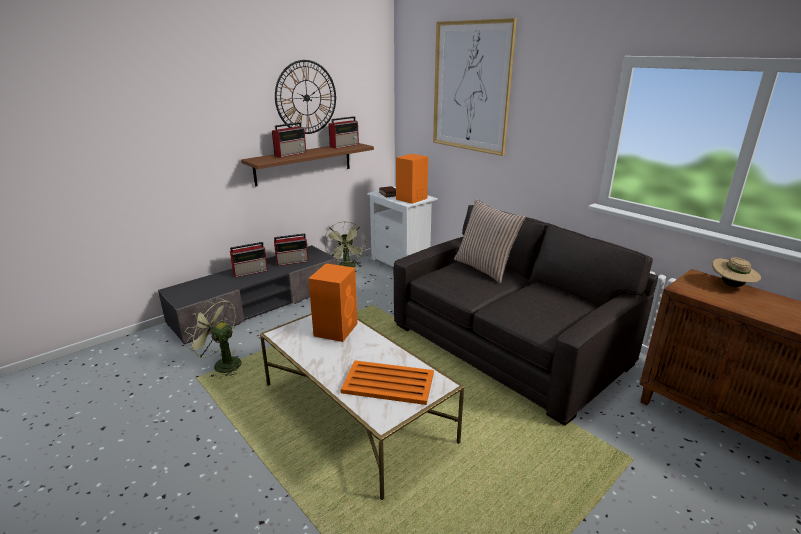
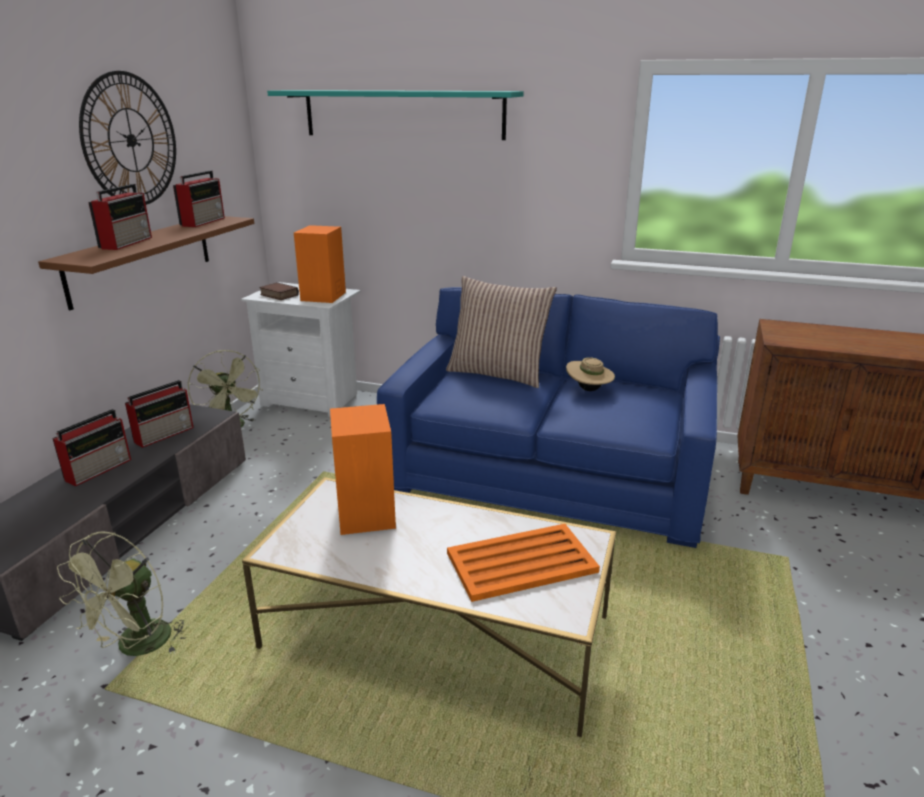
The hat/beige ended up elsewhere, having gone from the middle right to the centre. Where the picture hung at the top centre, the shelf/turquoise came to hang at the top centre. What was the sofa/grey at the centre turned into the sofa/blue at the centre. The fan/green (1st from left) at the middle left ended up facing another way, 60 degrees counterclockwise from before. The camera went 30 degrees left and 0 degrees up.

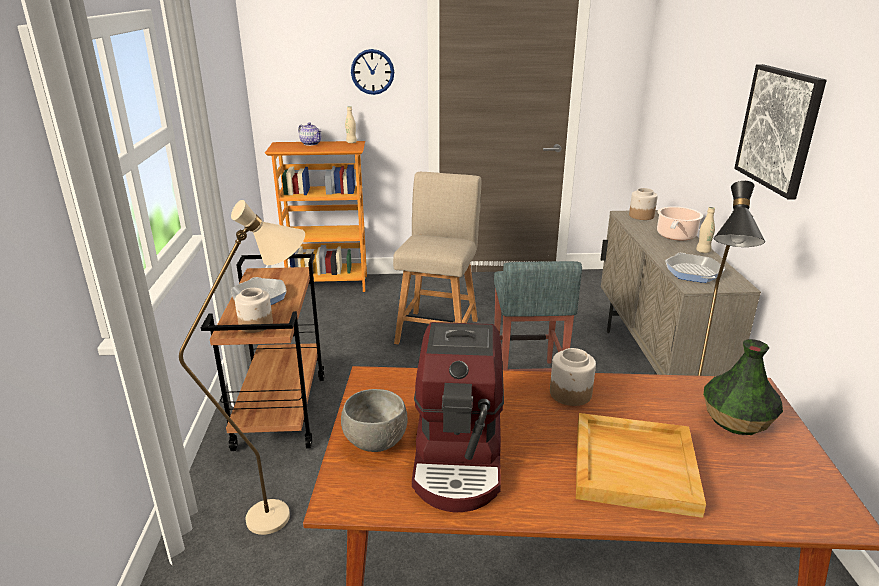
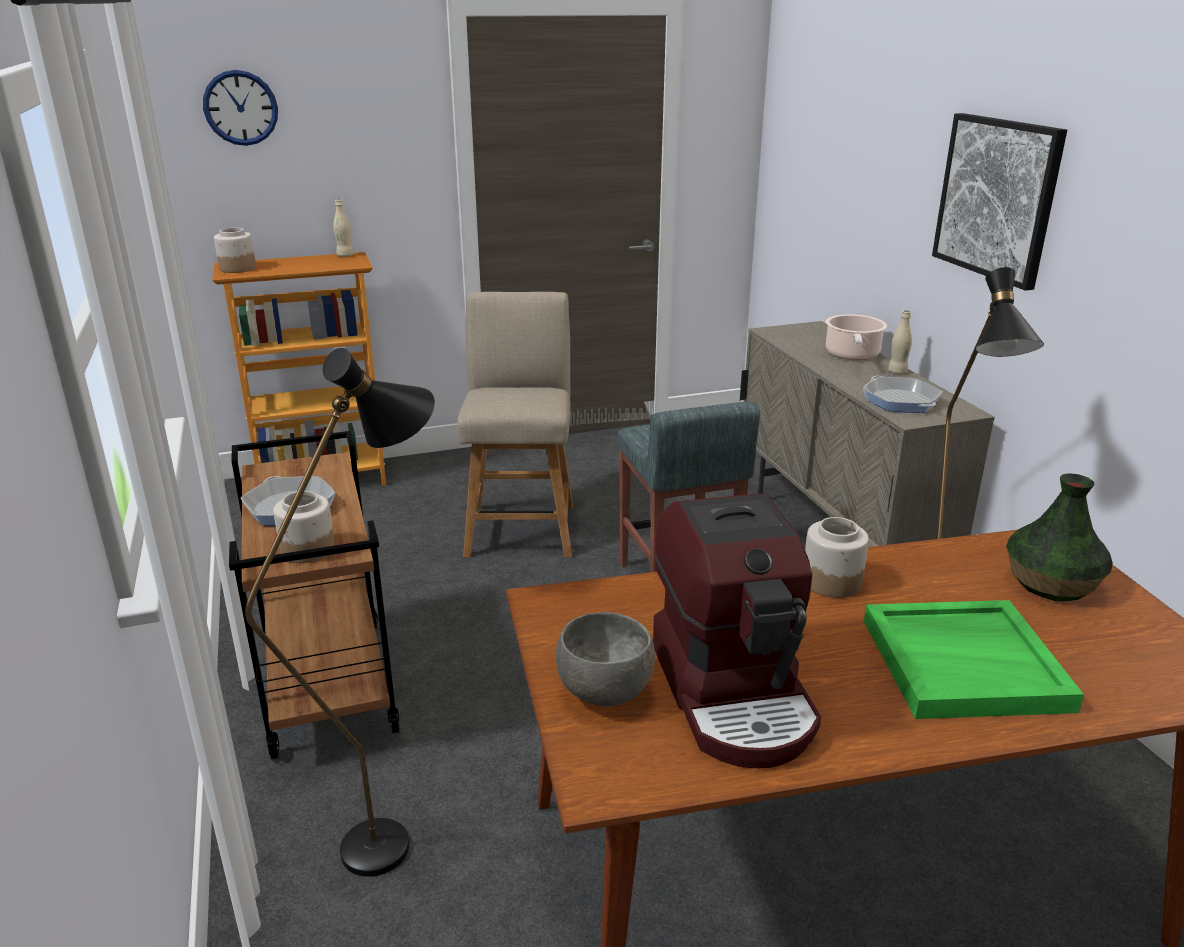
The second view lost the teapot at the top centre. The wall clock ended up elsewhere, having gone from the top centre to the top left. The jar (3rd from left in the first image) ended up elsewhere, having gone from the middle right to the top left. What was the floor lamp/beige at the middle left turned into the floor lamp/black (1st from left) at the middle left. What was the tray/beige at the bottom right turned into the tray/green at the bottom right. The camera went 15 degrees left and 0 degrees up.

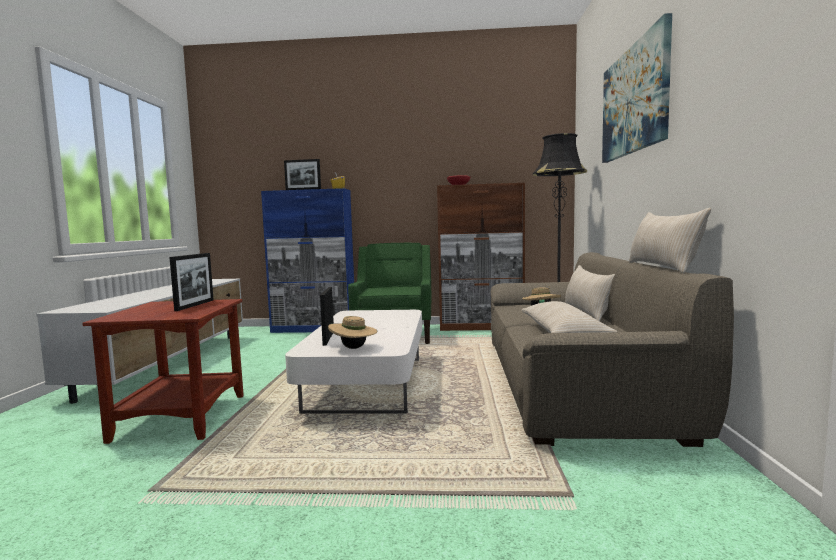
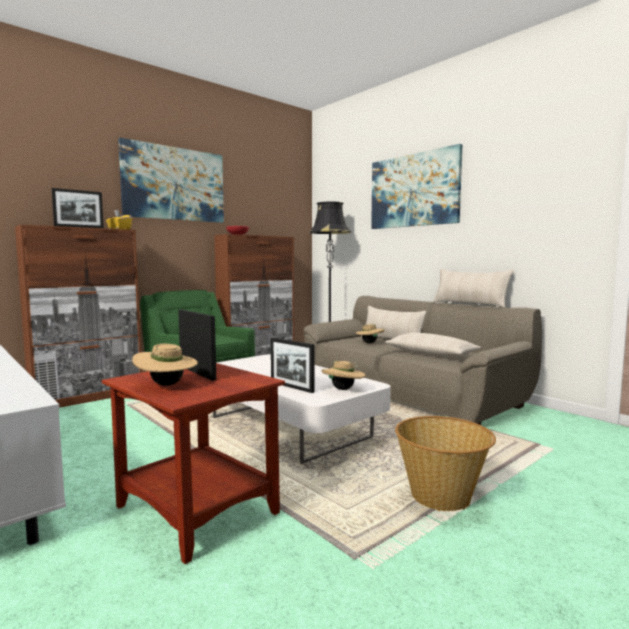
The second view gained the picture (1st from left) at the top left. The second view gained the hat/beige (1st from left) at the middle left. The second view gained the basket at the bottom right. What was the cabinet/blue at the centre turned into the cabinet/brown (1st from left) at the middle left. The camera went 45 degrees left and 0 degrees up.

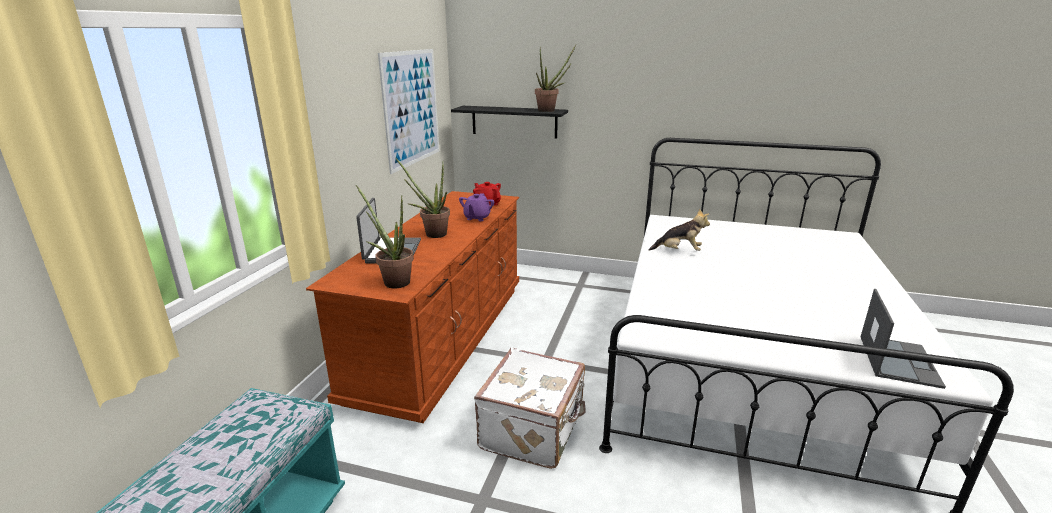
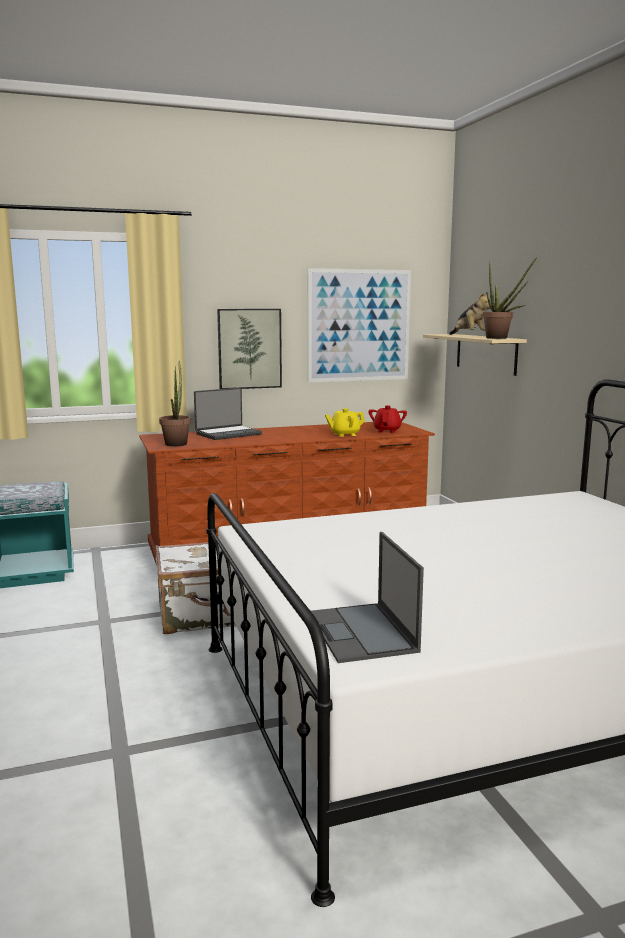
The second view lost the potted plant (2nd from left) at the centre. The second view gained the picture (1st from left) at the centre. The plush toy ended up elsewhere, having gone from the centre to the middle right. What was the shelf/black at the top centre turned into the shelf/beige at the middle right. What was the teapot/purple at the centre turned into the teapot/yellow at the centre. The laptop (2nd from left) at the middle right ended up facing another way, 90 degrees clockwise from before. The camera went 55 degrees right and 10 degrees down.

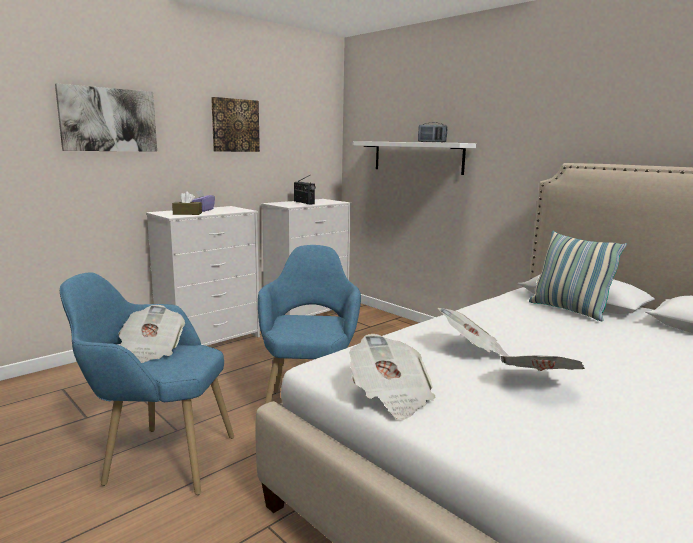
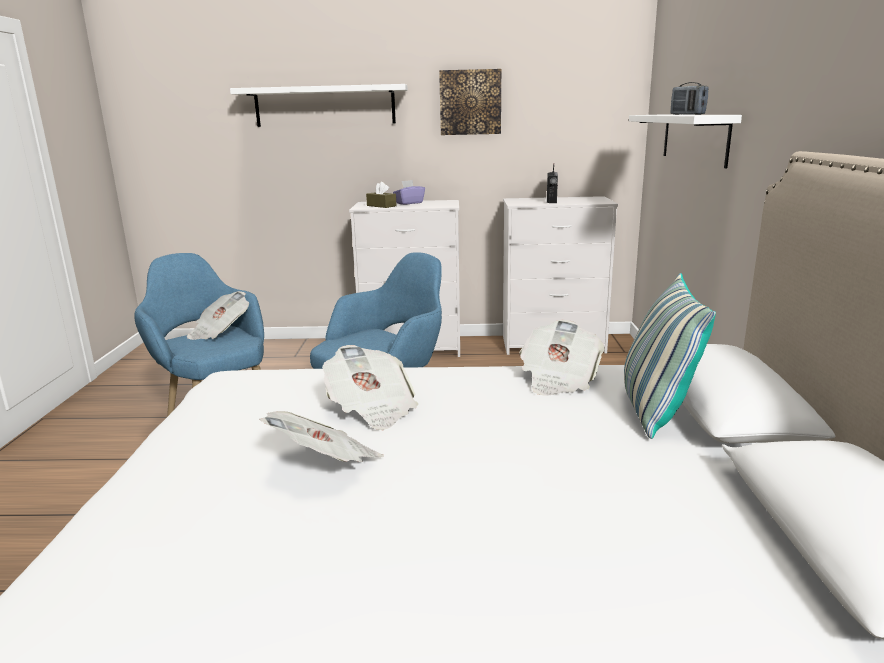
The newspaper (2nd from left in the first image) ended up elsewhere, having gone from the bottom centre to the centre. Where the picture (1st from left) hung at the top left, the shelf/white (1st from left) came to hang at the top centre. The camera went 45 degrees right and 5 degrees up.

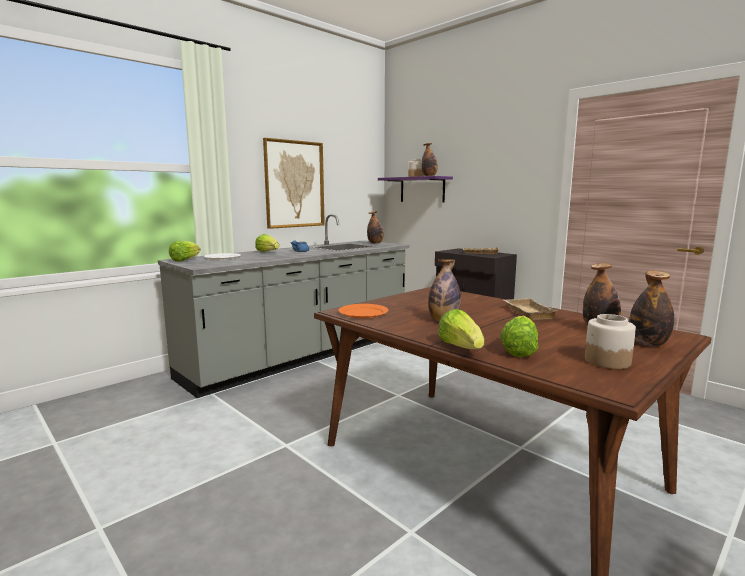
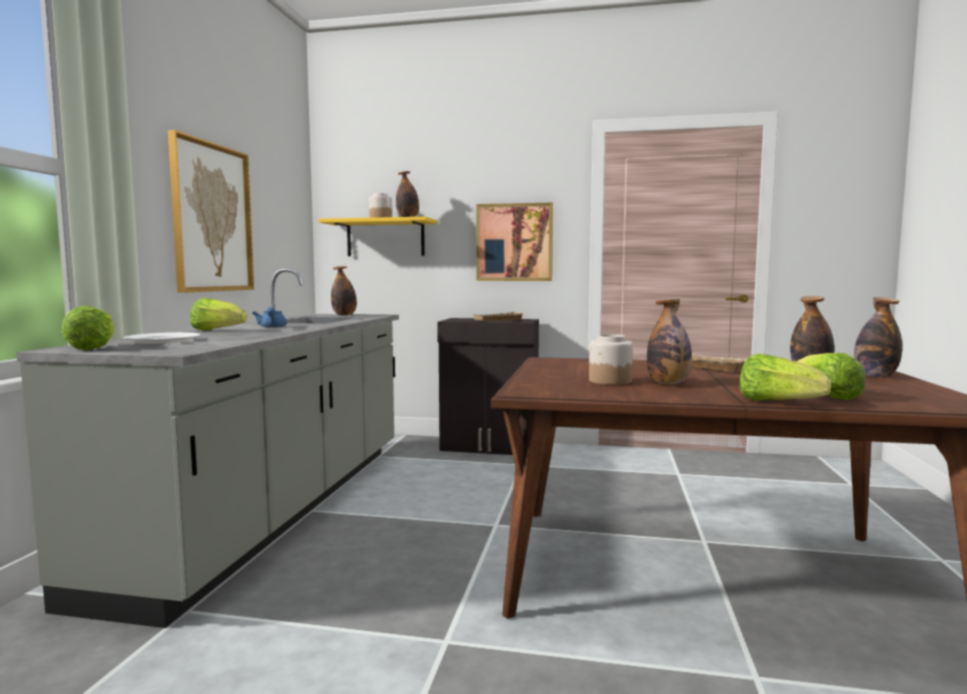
The second view lost the plate/orange at the centre. The second view gained the picture (2nd from left) at the centre. The jar (2nd from left) ended up elsewhere, having gone from the middle right to the centre. What was the shelf/purple at the top centre turned into the shelf/yellow at the centre. The camera went 35 degrees left and 5 degrees down.

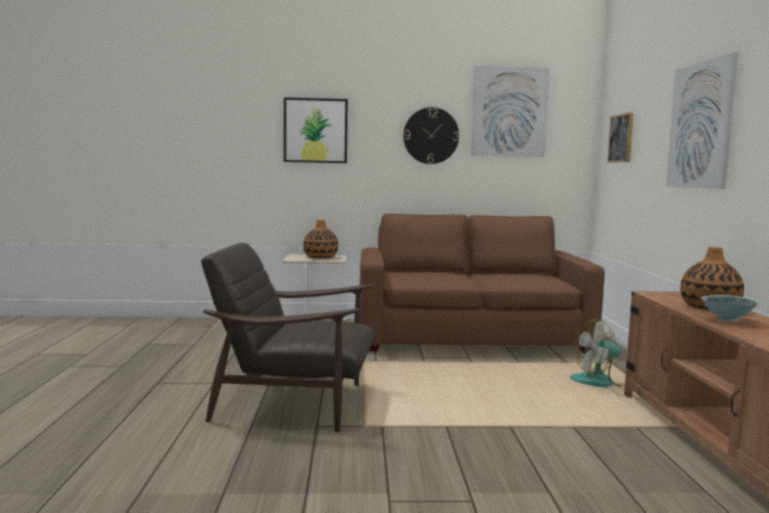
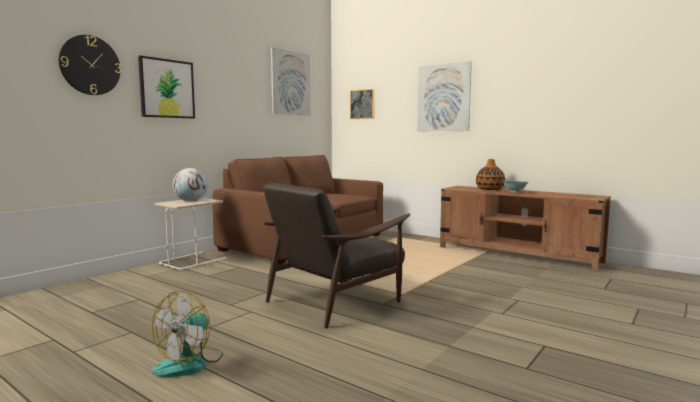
The wall clock ended up elsewhere, having gone from the top centre to the top left. The fan ended up elsewhere, having gone from the bottom right to the bottom left. Where the vase (1st from left) stood at the centre, the globe came to stand at the middle left. The camera went 50 degrees left and 0 degrees up.

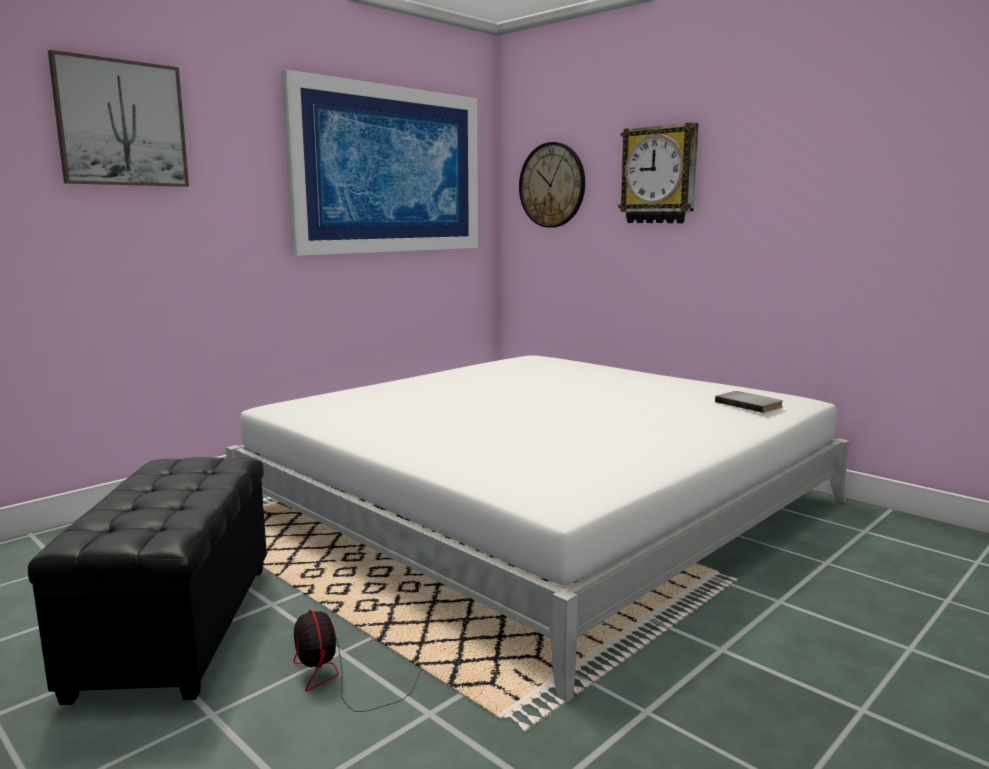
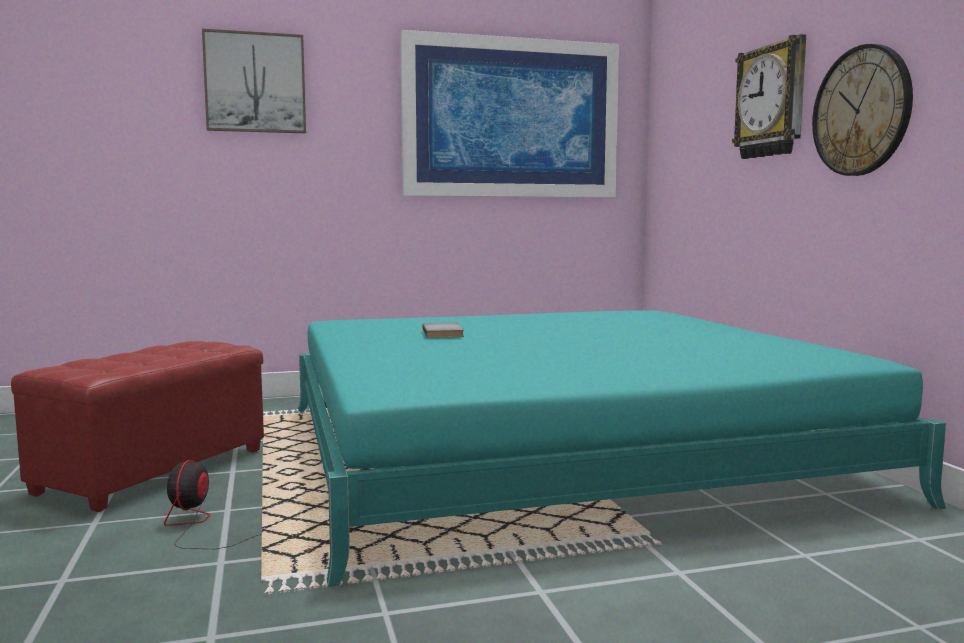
The wall clock (1st from left in the first image) ended up elsewhere, having gone from the top centre to the top right. The book/grey ended up elsewhere, having gone from the middle right to the centre. What was the ottoman/black at the bottom left turned into the ottoman/red at the middle left. What was the bed/white at the bottom centre turned into the bed/turquoise at the bottom centre. The camera went 30 degrees right and 5 degrees down.

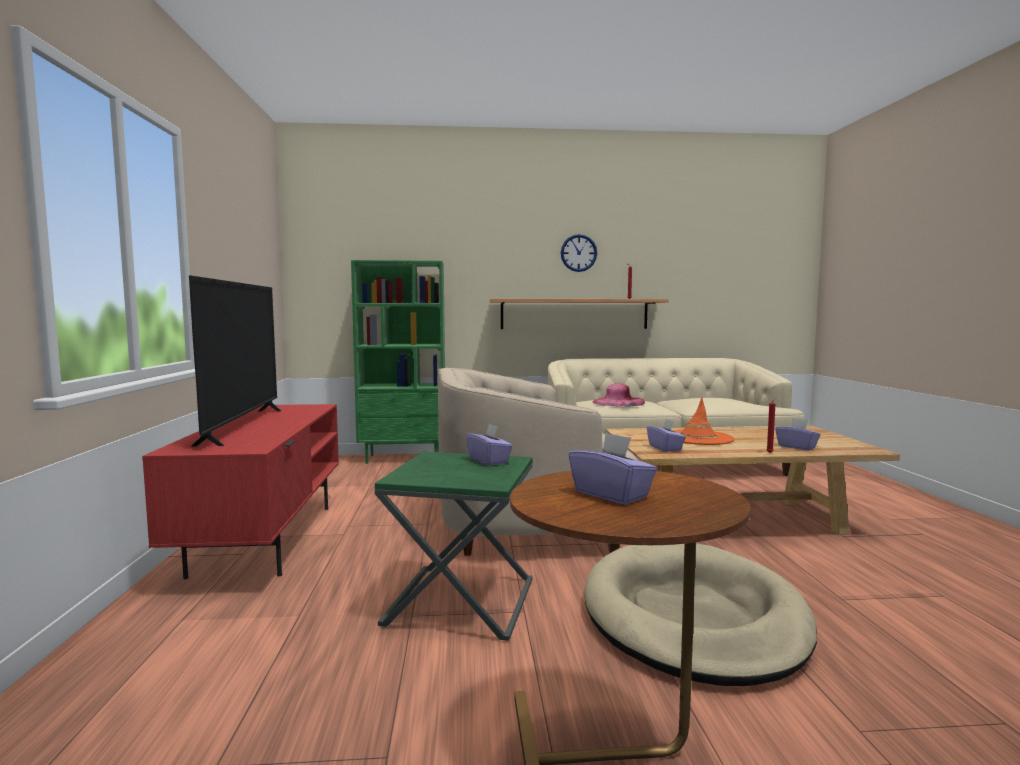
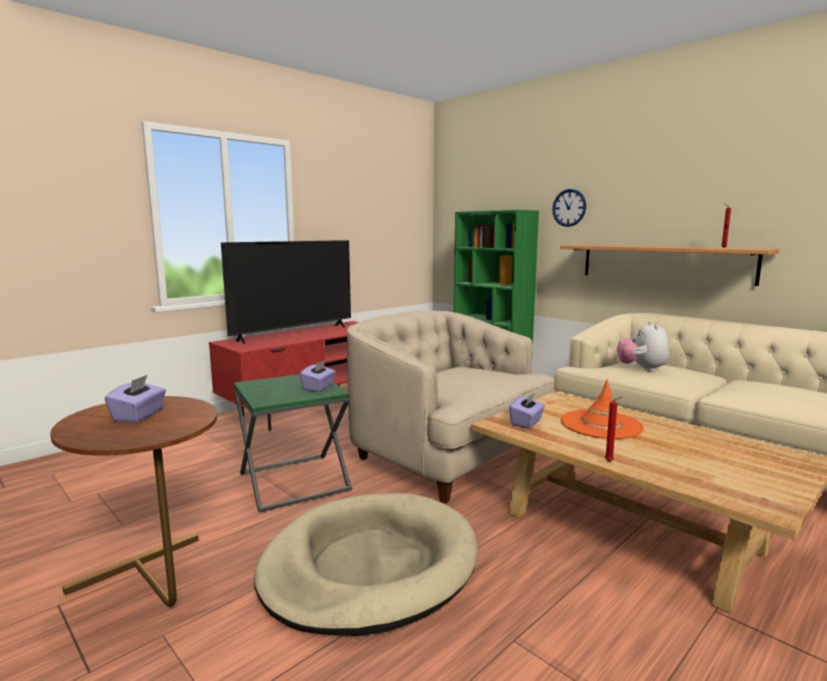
The second view lost the tissue box/purple (4th from left) at the middle right. The wall clock ended up elsewhere, having gone from the top centre to the top right. Where the hat/pink stood at the centre, the plush toy came to stand at the middle right. The camera went 50 degrees right and 5 degrees up.

